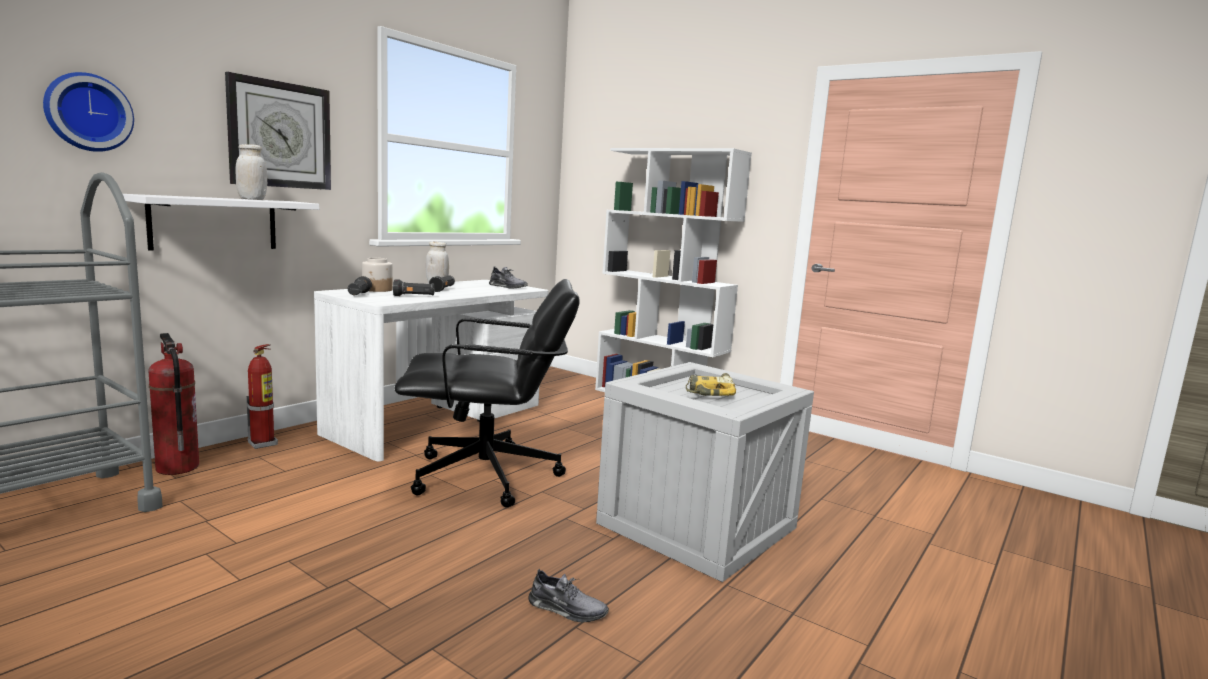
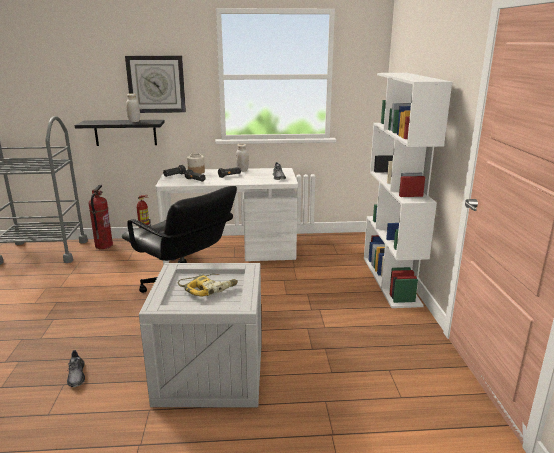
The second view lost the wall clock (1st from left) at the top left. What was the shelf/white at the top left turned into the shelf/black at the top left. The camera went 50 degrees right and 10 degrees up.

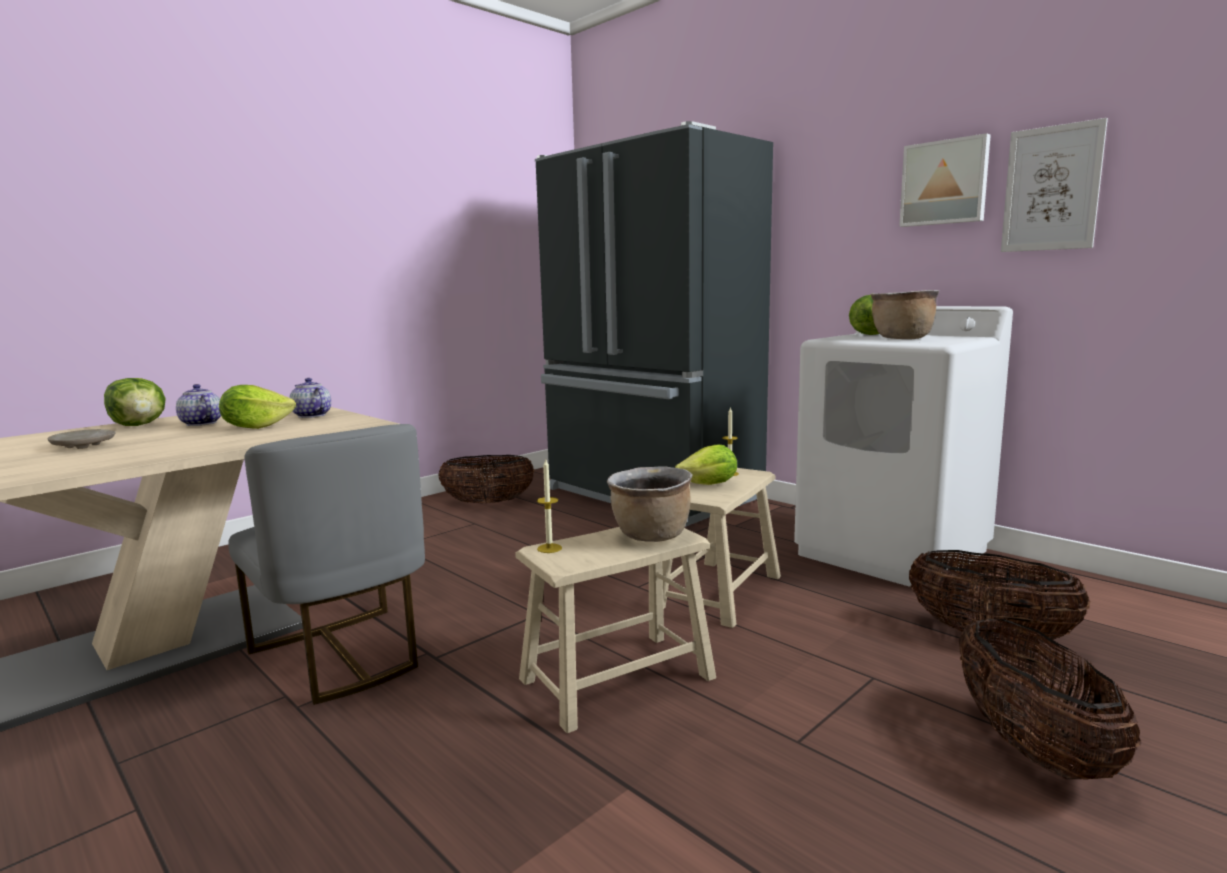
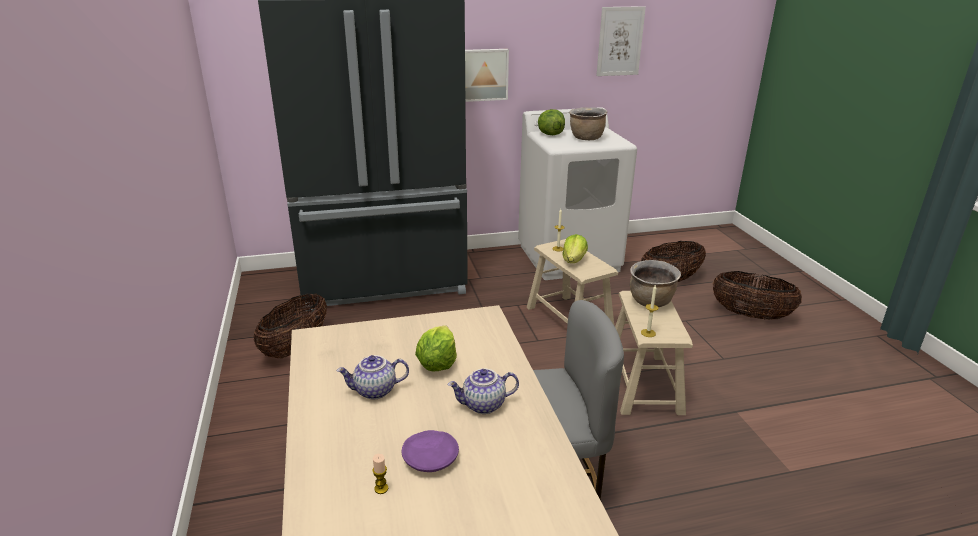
The second view lost the lettuce (1st from left) at the middle left. The second view gained the candle (1st from left) at the bottom centre. The teapot (2nd from left) ended up elsewhere, having gone from the middle left to the bottom centre. The picture (1st from left) ended up elsewhere, having gone from the top right to the top centre. What was the plate/beige at the middle left turned into the plate/purple at the bottom centre. The camera went 60 degrees left and 15 degrees up.

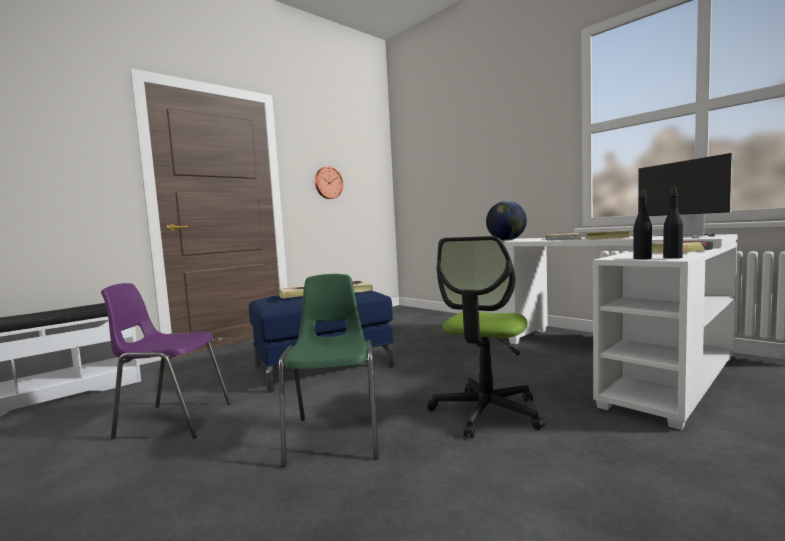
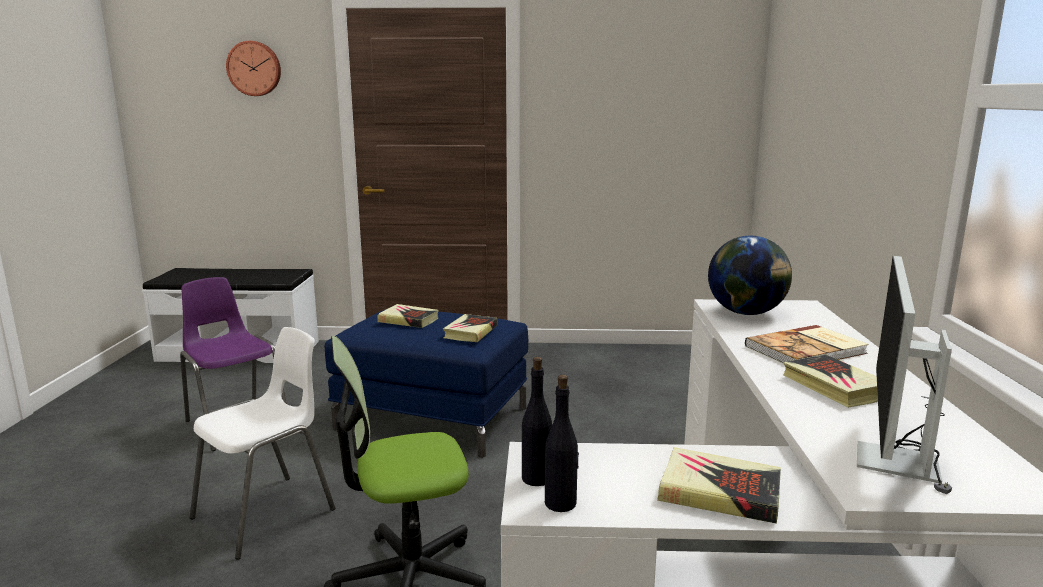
The wall clock ended up elsewhere, having gone from the centre to the top left. What was the chair/green at the bottom centre turned into the chair/white at the bottom left. The camera went 45 degrees right and 10 degrees up.

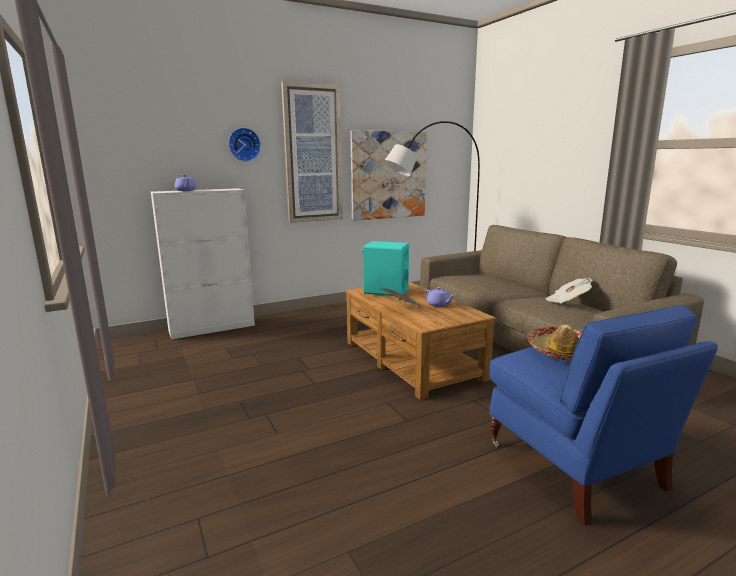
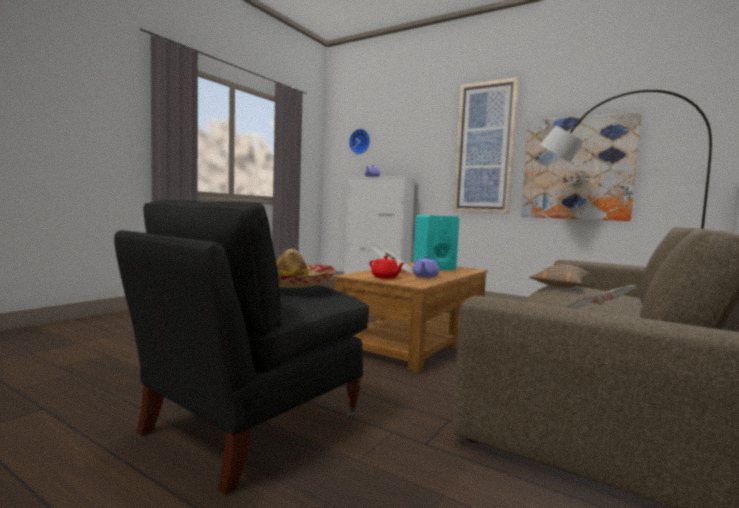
The second view gained the teapot/red at the centre. The second view gained the pillow/brown at the middle right. The wall clock ended up elsewhere, having gone from the top left to the top centre. What was the armchair/blue at the bottom right turned into the armchair/black at the bottom left. The camera went 60 degrees right and 10 degrees down.

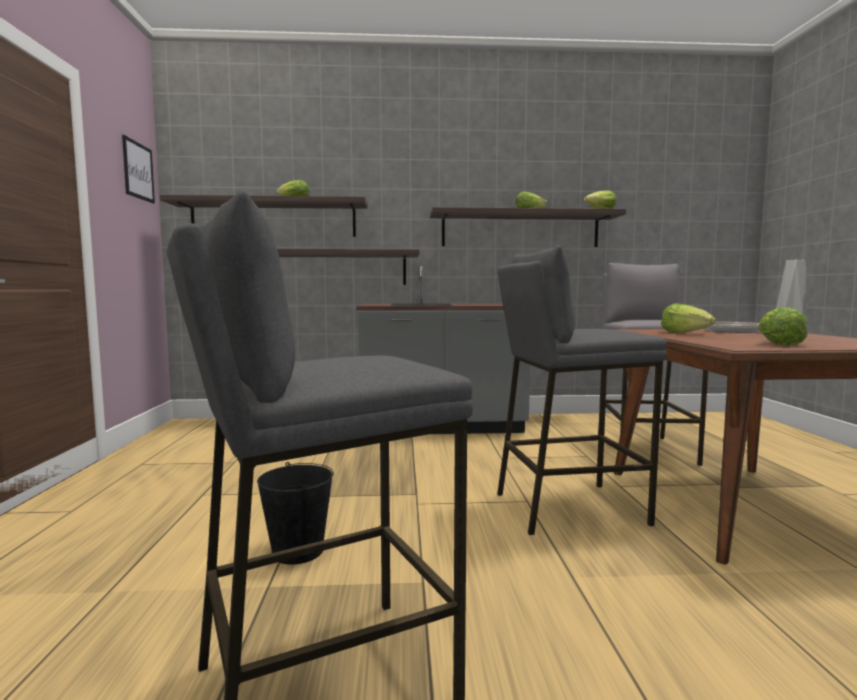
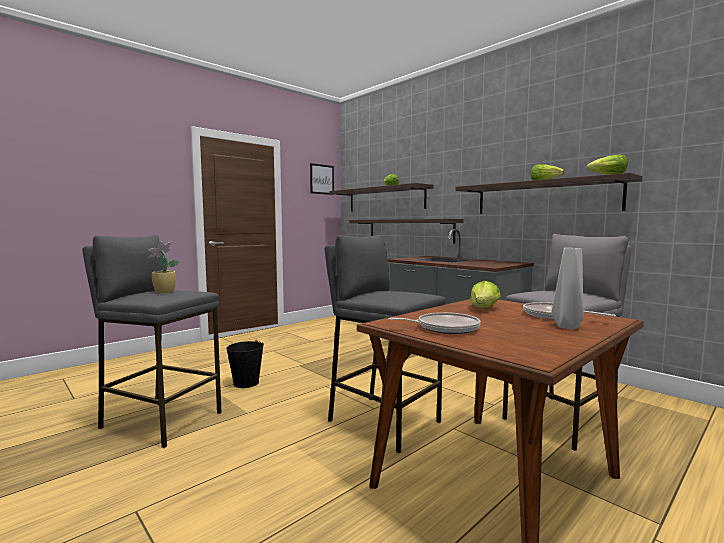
The second view gained the potted plant at the middle left. Where the lettuce (5th from left) stood at the middle right, the frying pan (1st from left) came to stand at the centre. The camera went 50 degrees right and 0 degrees up.

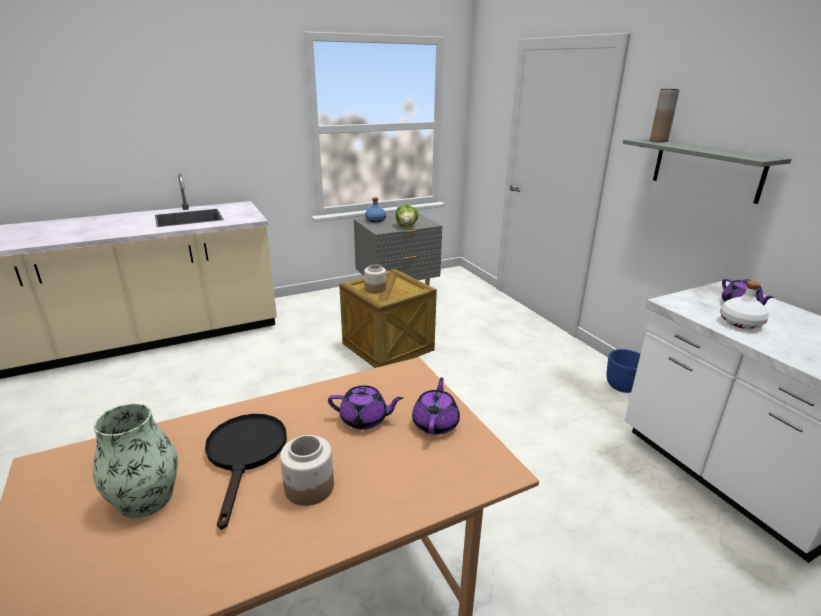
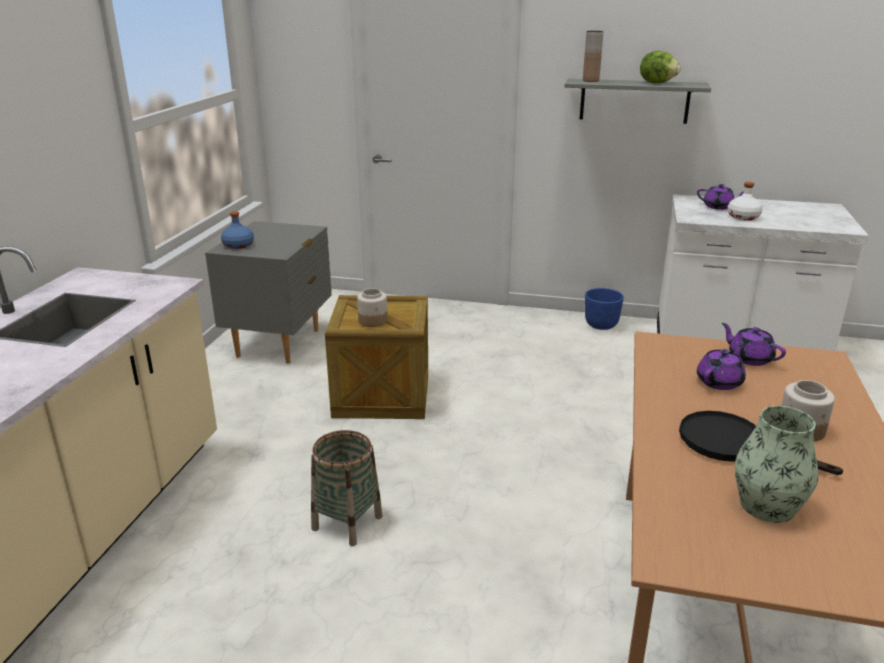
The second view gained the basket at the bottom centre. The lettuce ended up elsewhere, having gone from the centre to the top right. The camera went 50 degrees left and 0 degrees up.

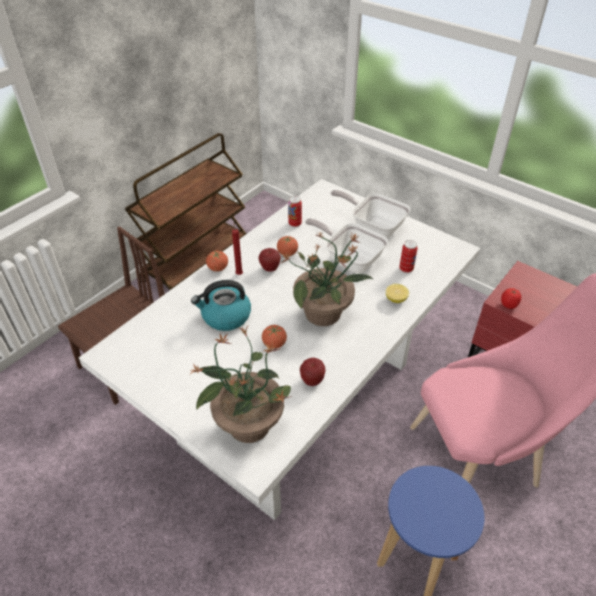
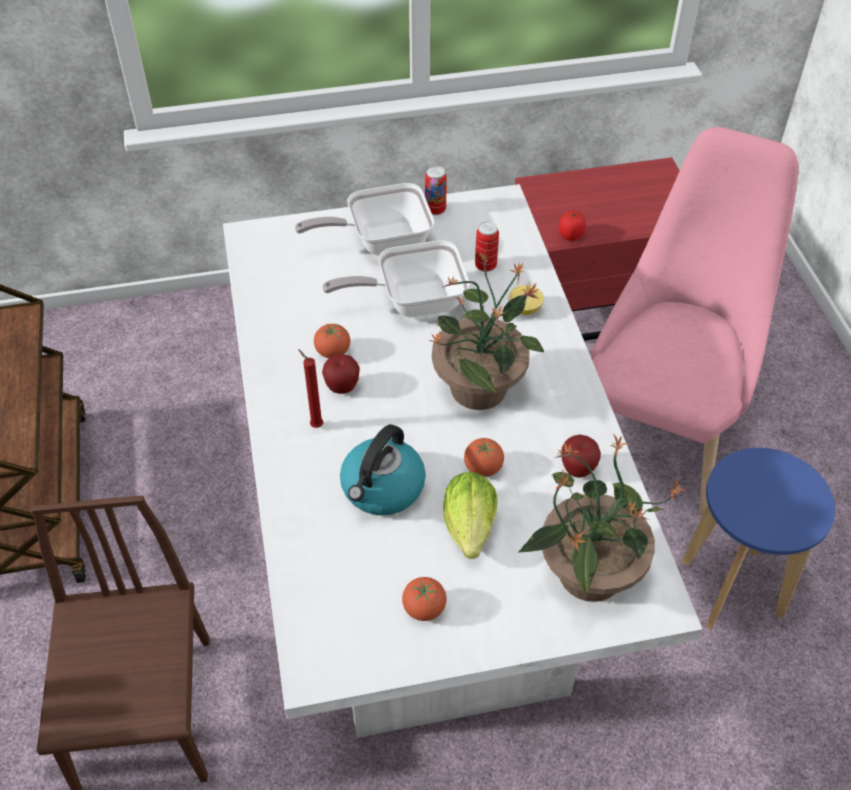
The second view gained the lettuce at the centre. The tomato (1st from left in the first image) ended up elsewhere, having gone from the centre to the bottom centre. The can (1st from left) ended up elsewhere, having gone from the centre to the top centre. The camera went 50 degrees left and 5 degrees up.

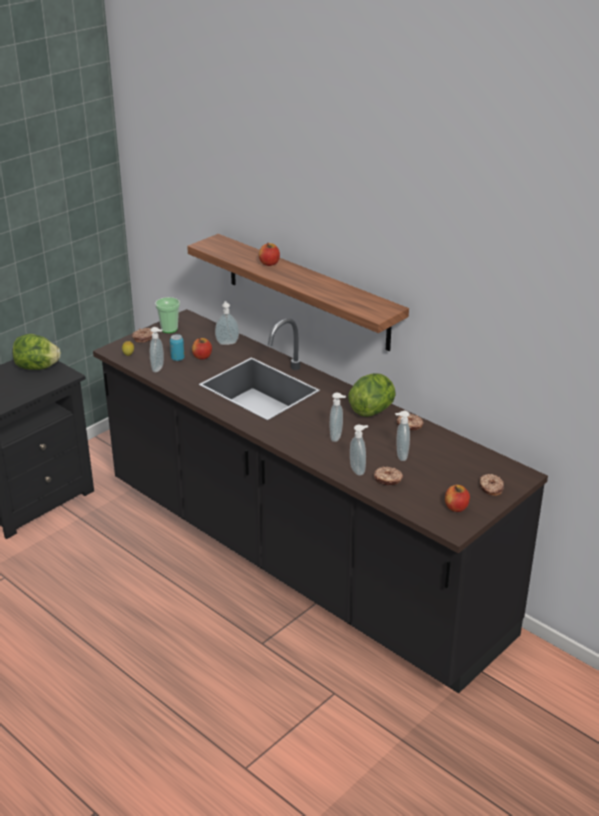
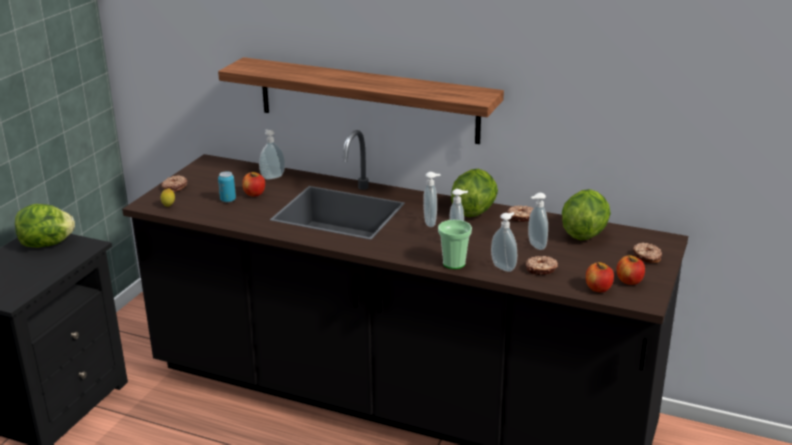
The second view gained the lettuce (3rd from left) at the middle right. The soap dispenser (1st from left in the first image) ended up elsewhere, having gone from the middle left to the centre. The cup ended up elsewhere, having gone from the middle left to the centre. The apple (2nd from left) ended up elsewhere, having gone from the top centre to the middle right. The camera went 20 degrees left and 5 degrees down.

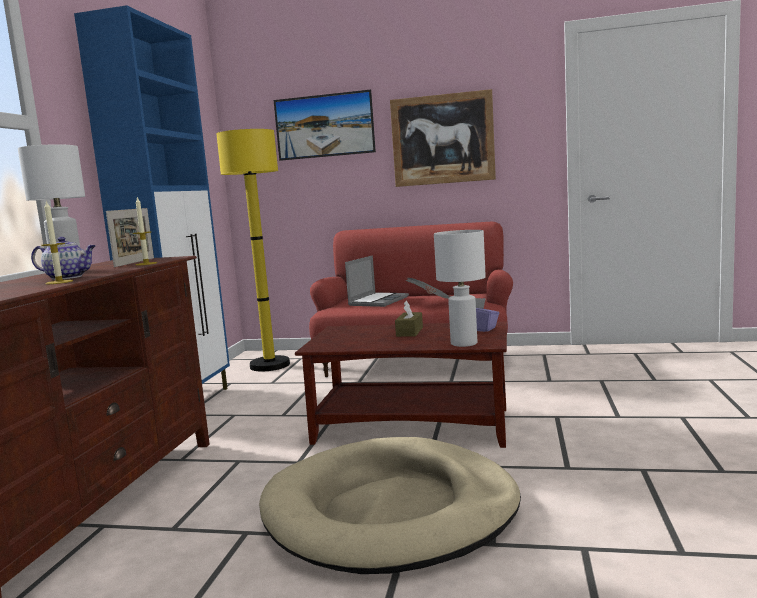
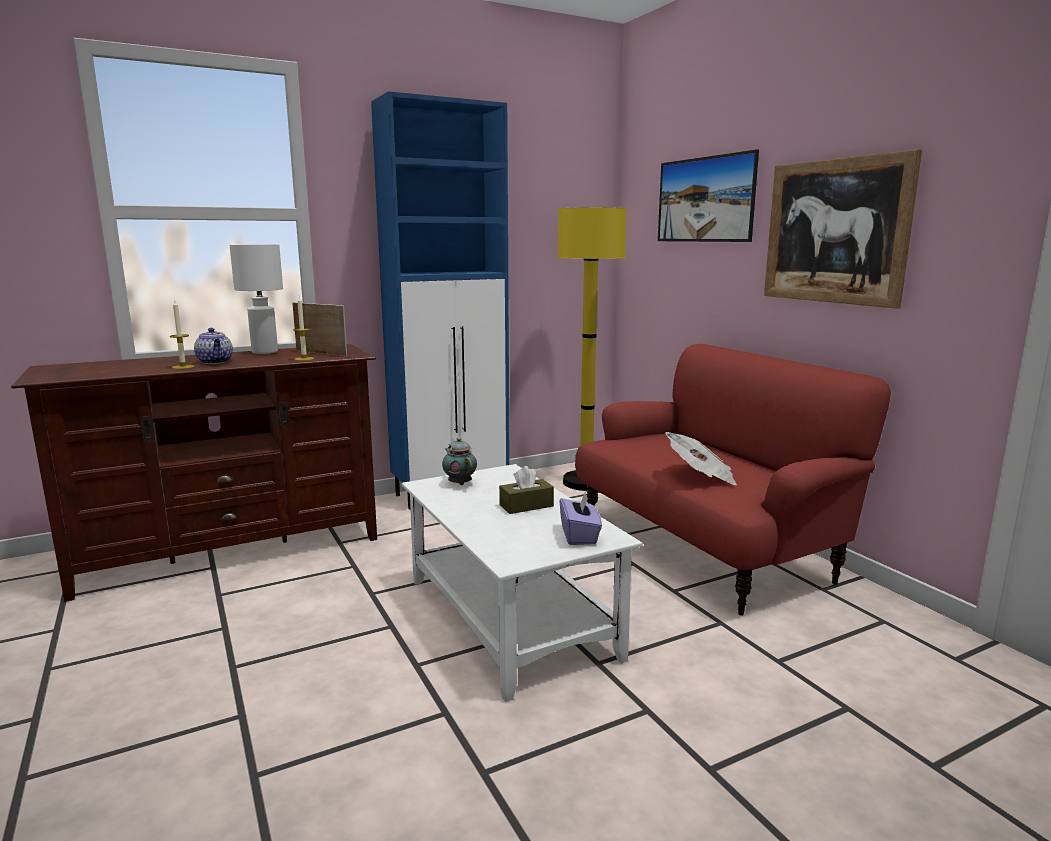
The second view lost the dog bed/beige at the bottom centre. The second view lost the laptop at the centre. The second view lost the table lamp/white (2nd from left) at the centre. The second view gained the teapot (2nd from left) at the centre. What was the coffee table/brown at the centre turned into the coffee table/white at the bottom centre. The picture frame at the middle left ended up facing another way, 120 degrees counterclockwise from before. The camera went 50 degrees right and 5 degrees up.

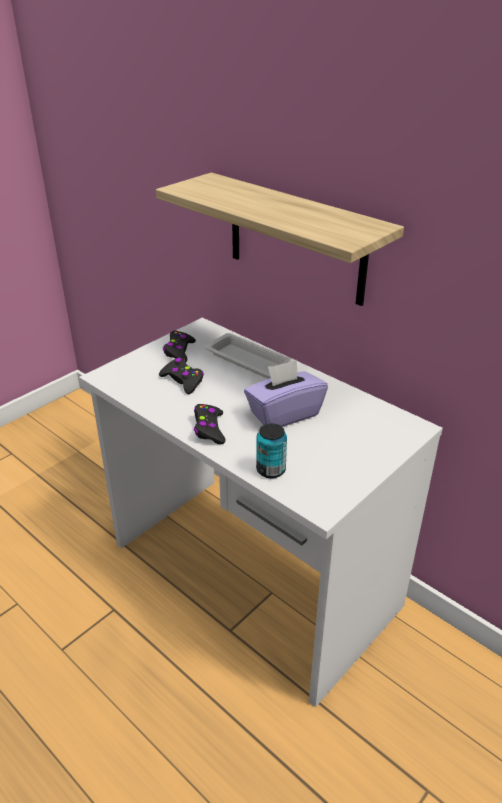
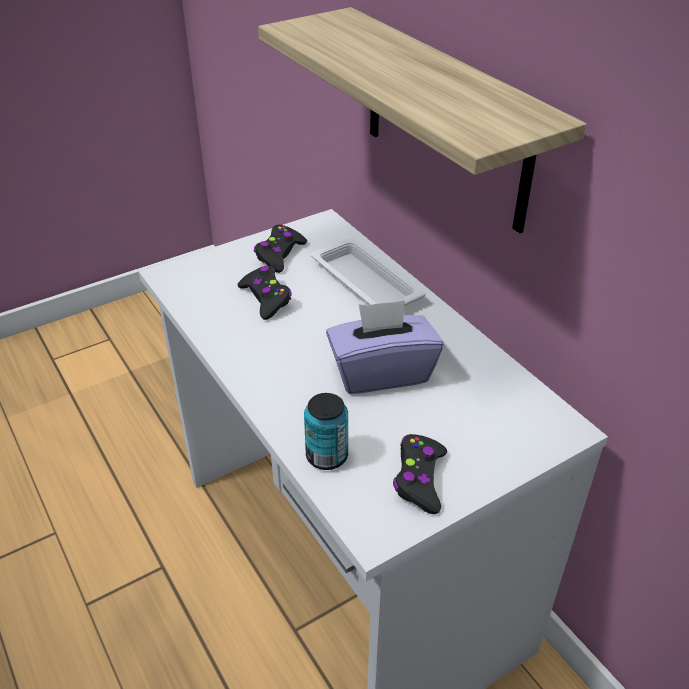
The game controller/black (3rd from left) ended up elsewhere, having gone from the centre to the bottom centre. The camera went 15 degrees right and 5 degrees up.

